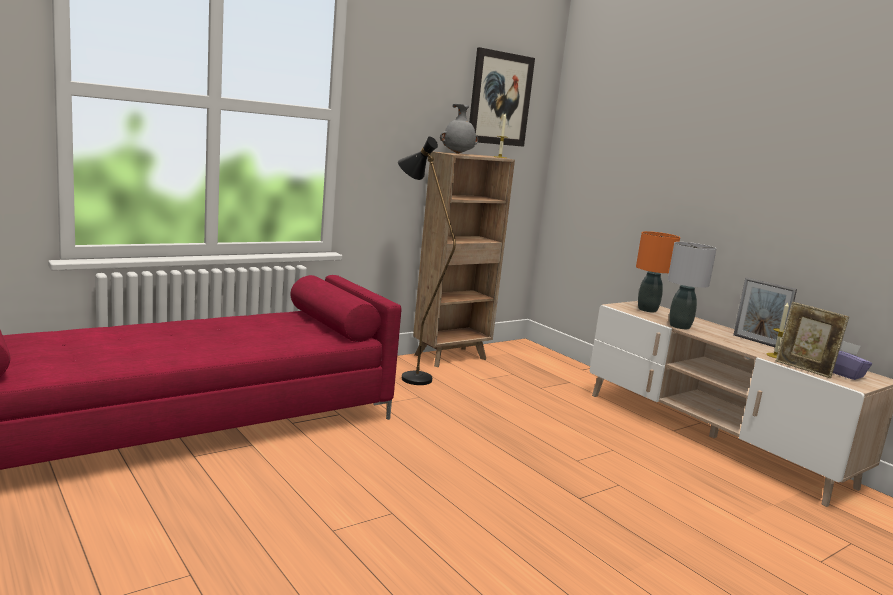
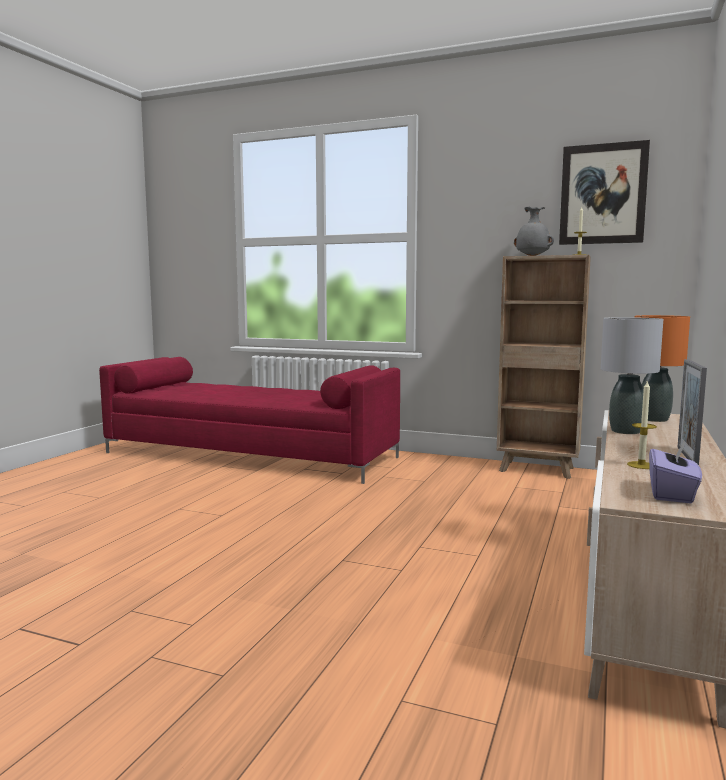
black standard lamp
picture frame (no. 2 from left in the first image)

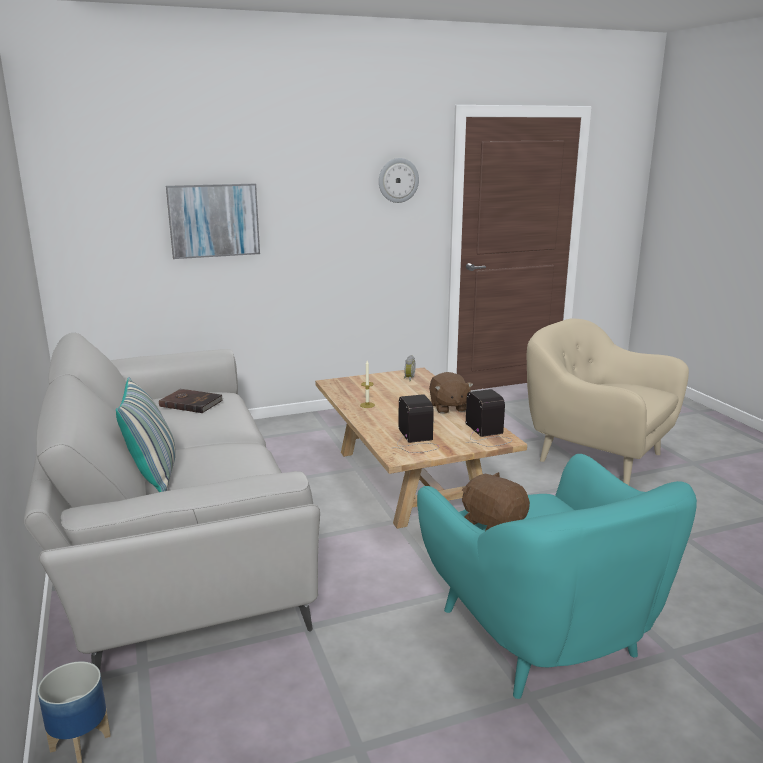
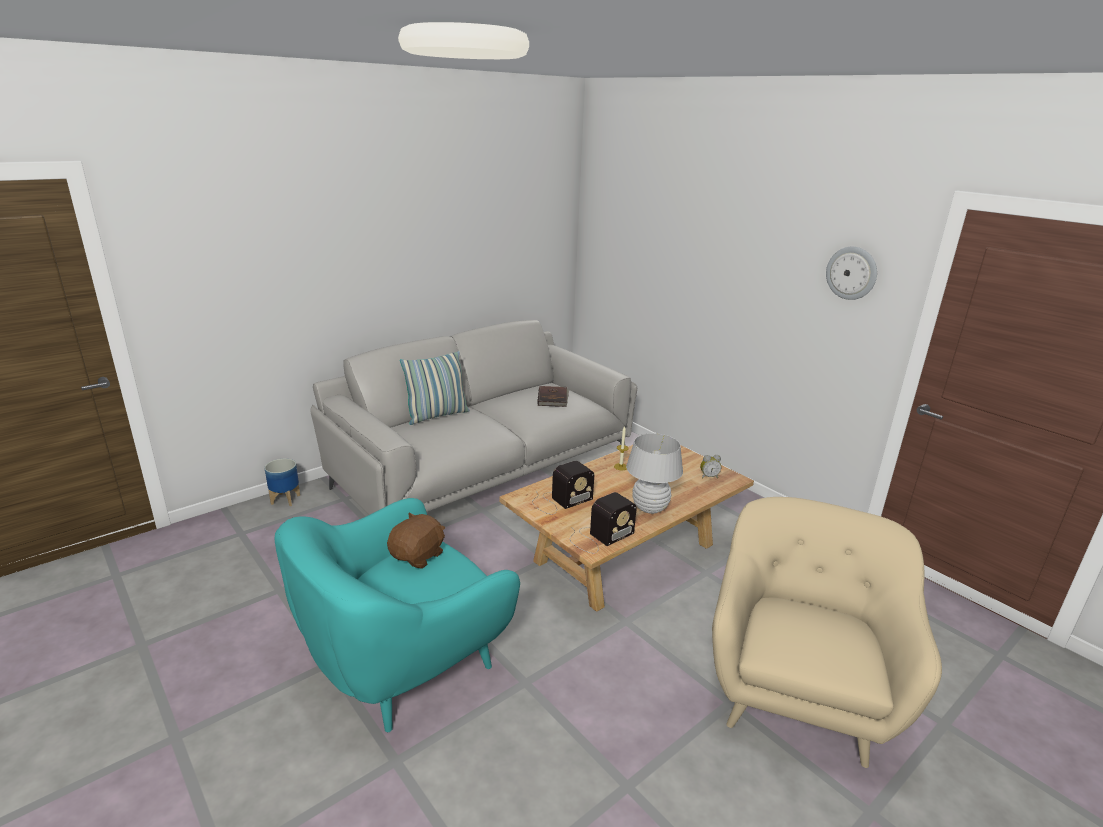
wall picture
whitish lamp for a table

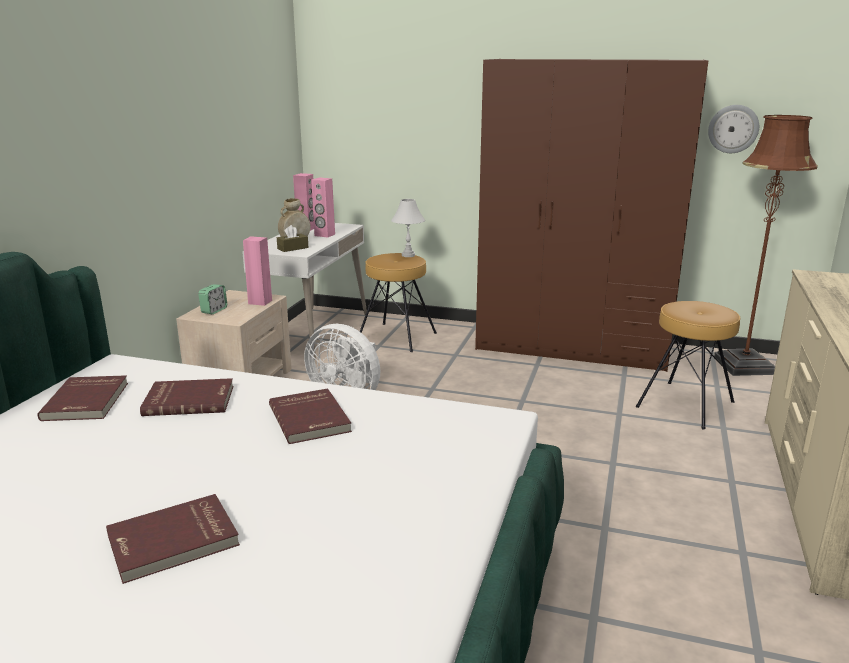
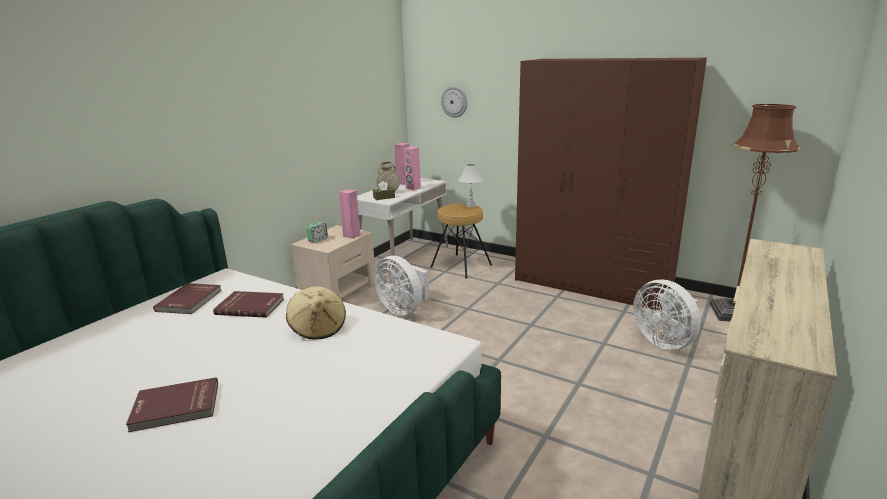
sand-coloured wearable hat
whitish electric fan (no. 2 from left)
hanging clock

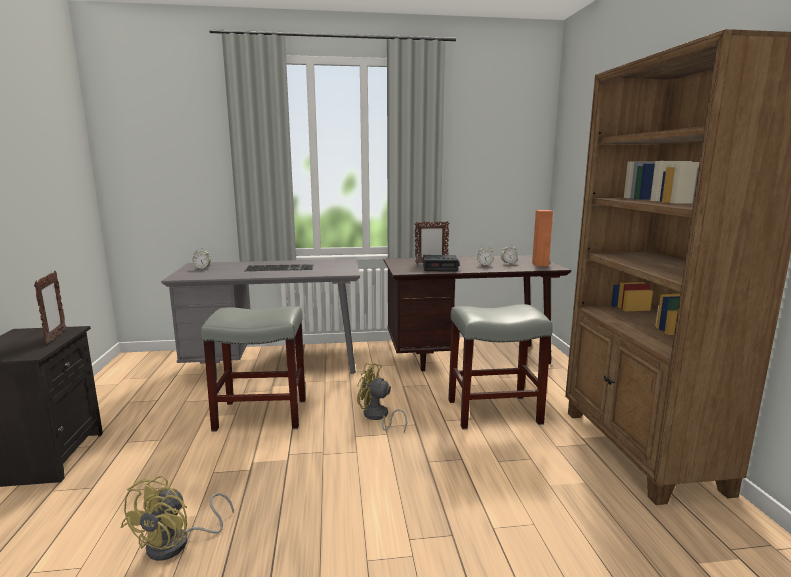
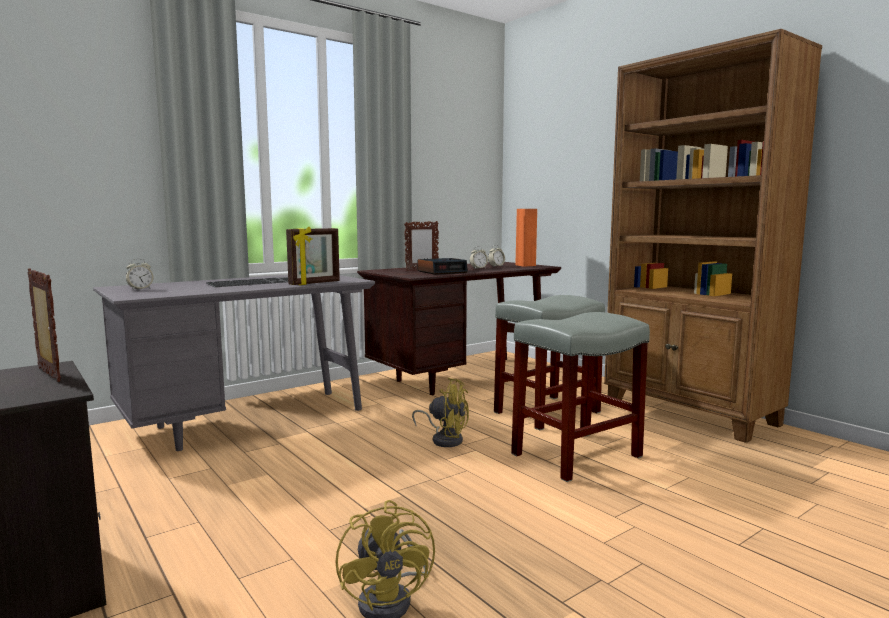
gray stool seat (no. 2 from left)
yellowish electric fan (no. 2 from left)
picture frame (no. 2 from left)

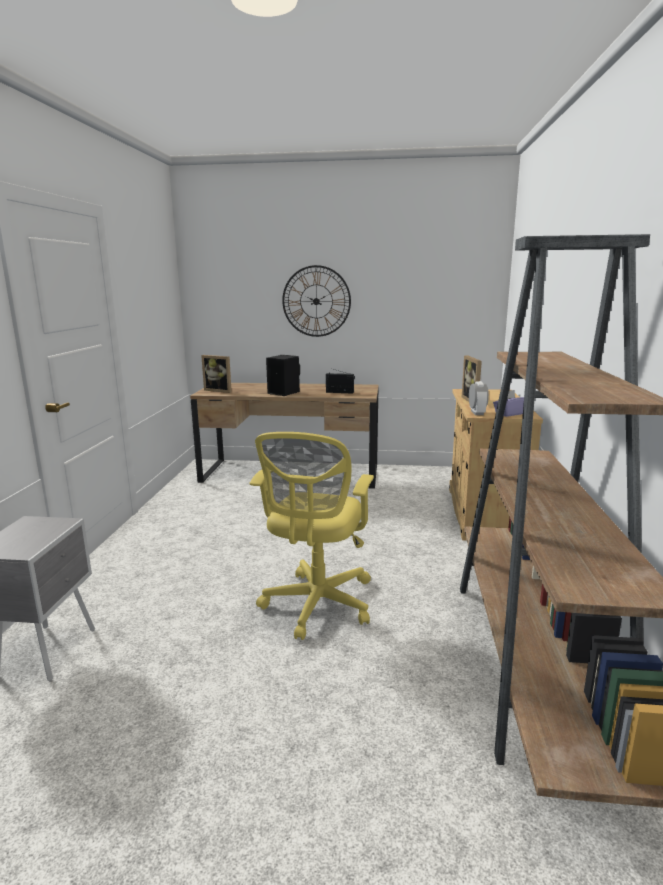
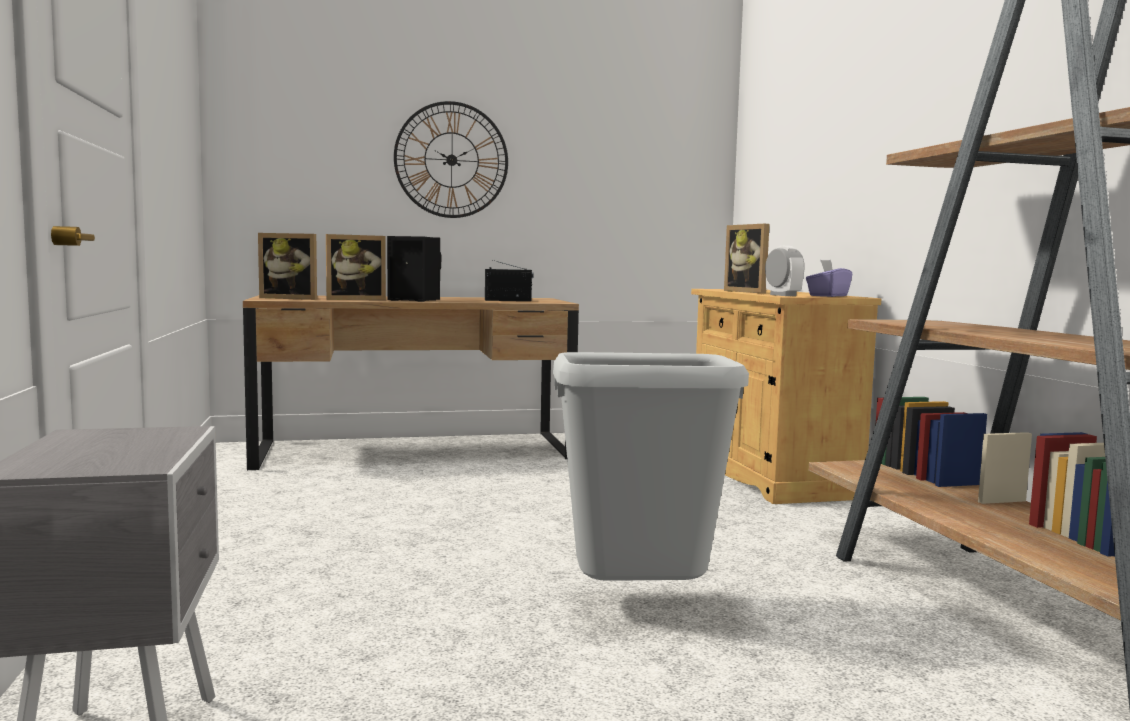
gray waste bin
picture frame (no. 2 from left)

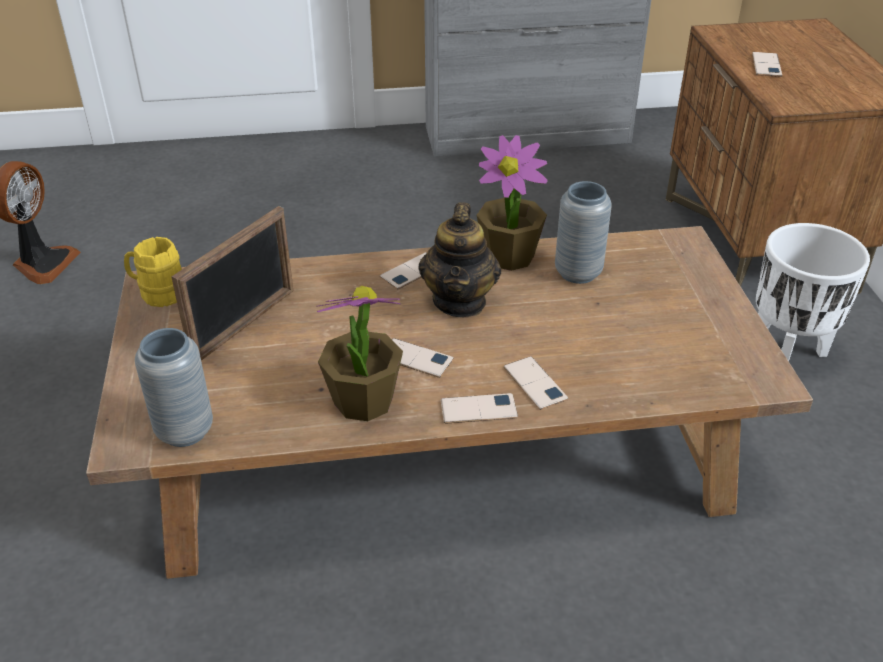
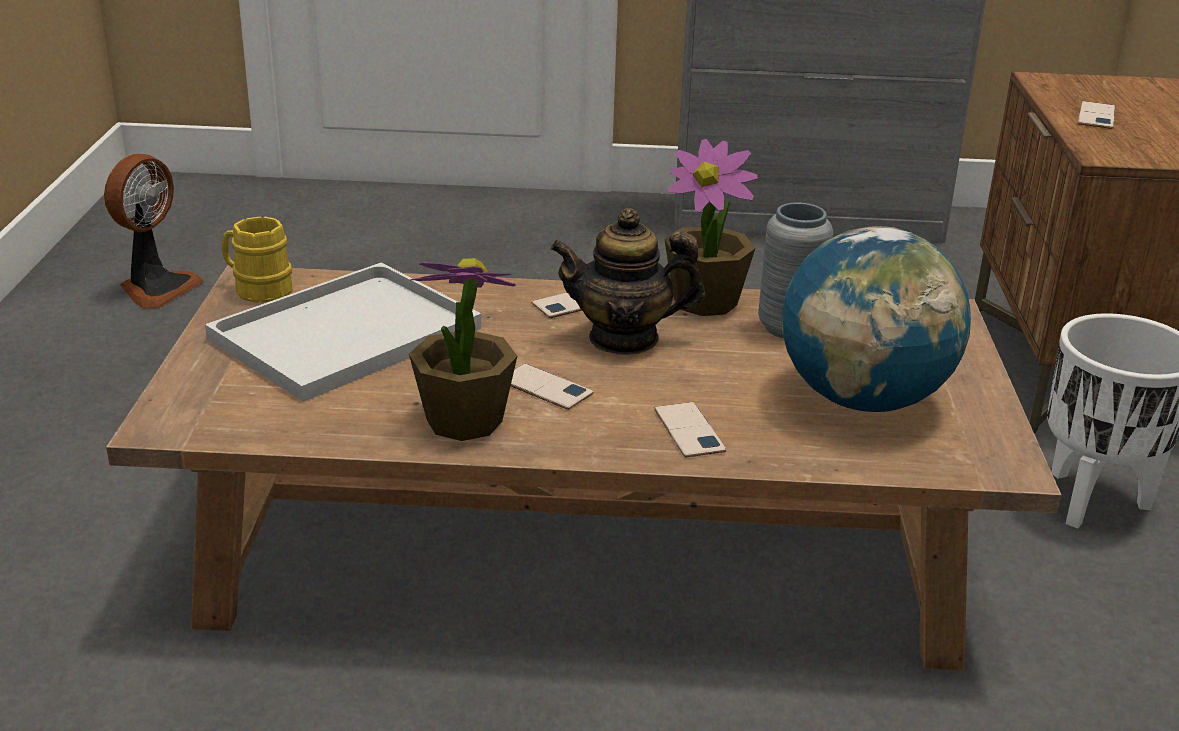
gray flower vase (no. 1 from left in the first image)
whitish carrying tray
tea pot
telephone (no. 3 from left in the first image)
globe

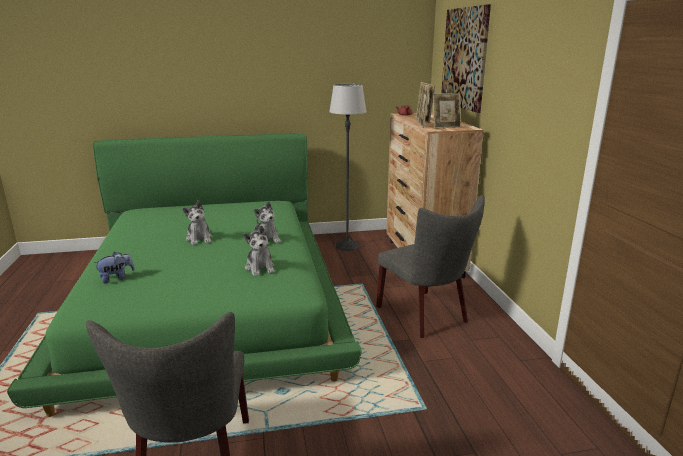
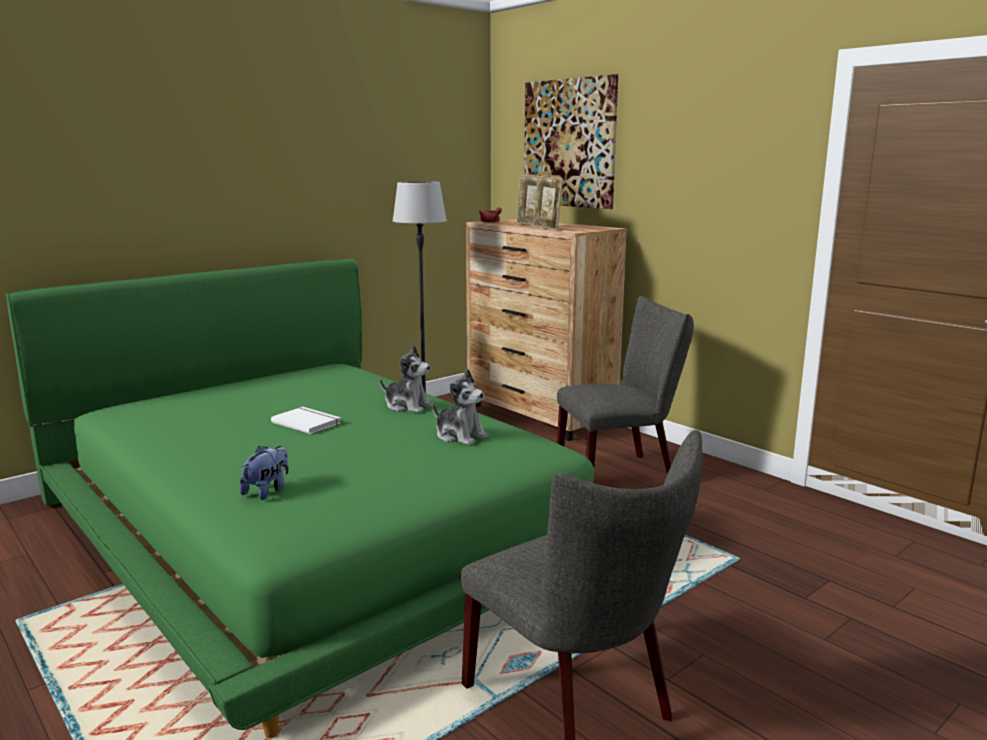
whitish book
gray chair (no. 2 from left)
picture frame (no. 3 from left in the first image)

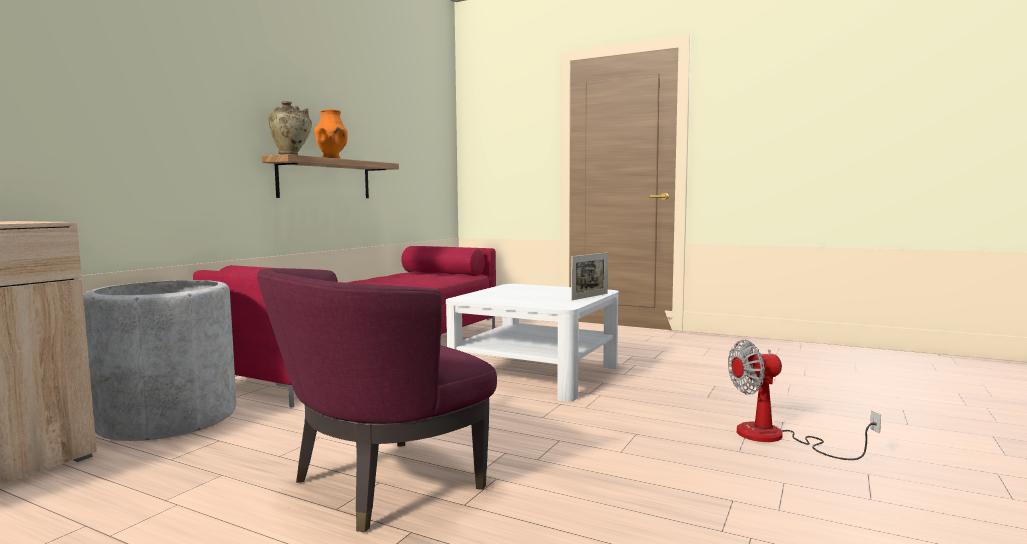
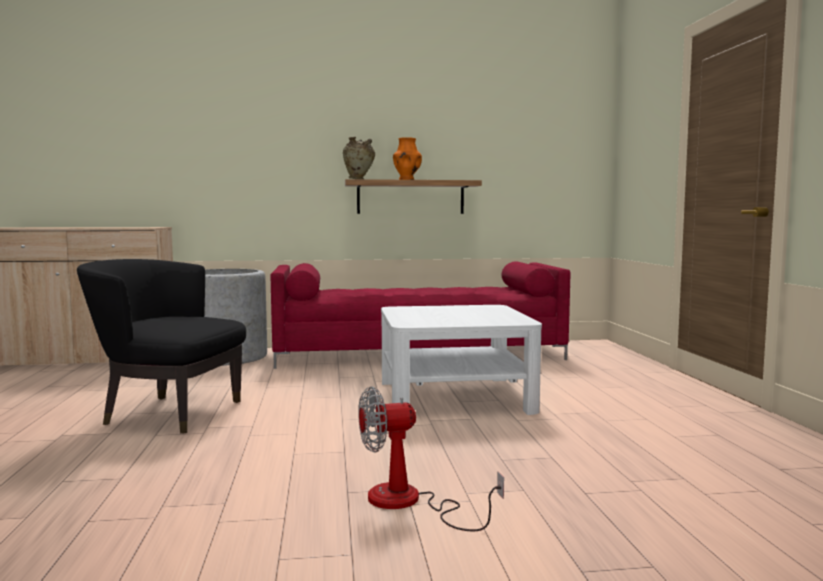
black armchair
picture frame
electric fan

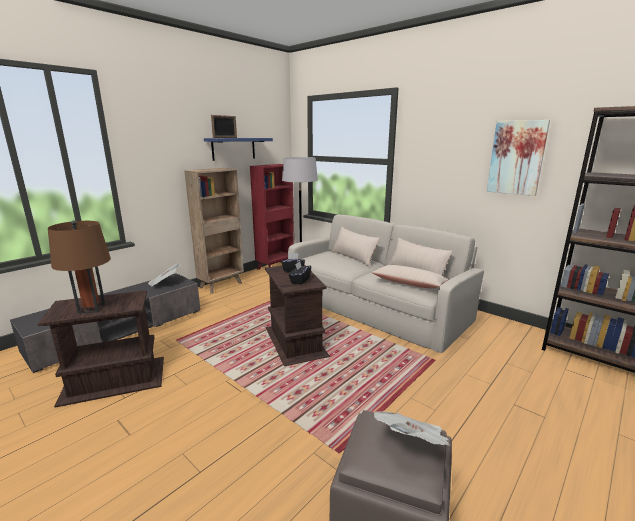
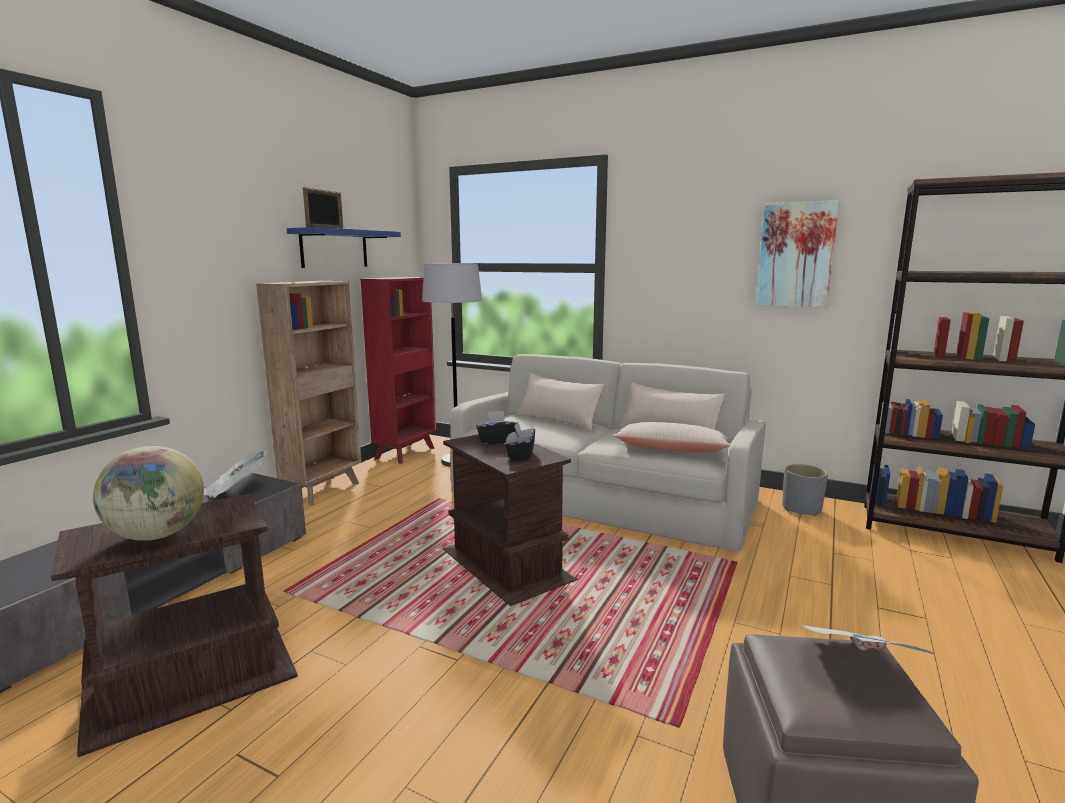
globe
gray flower pot

